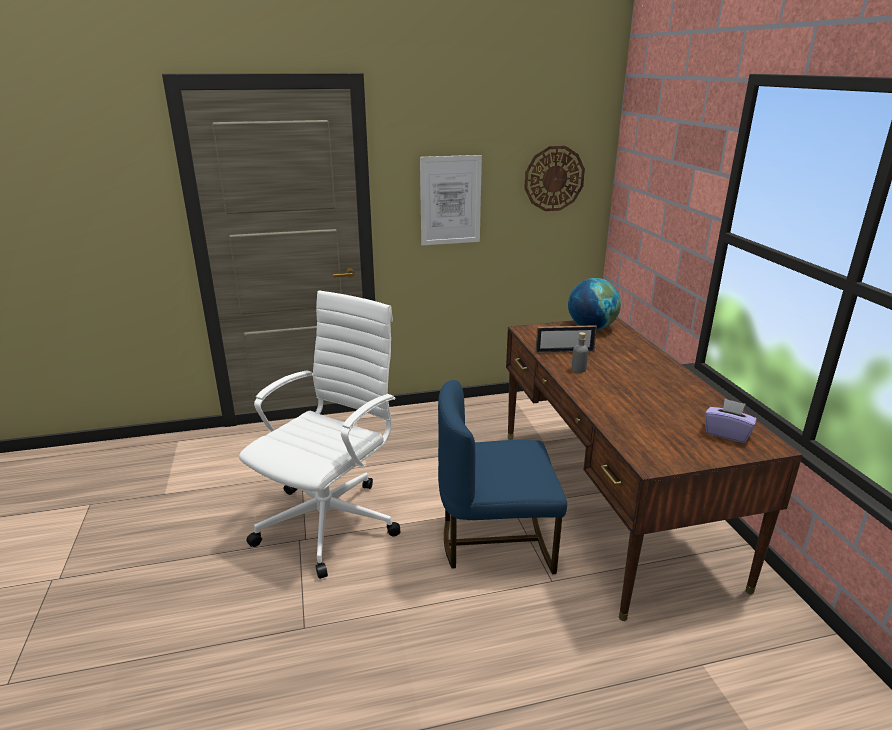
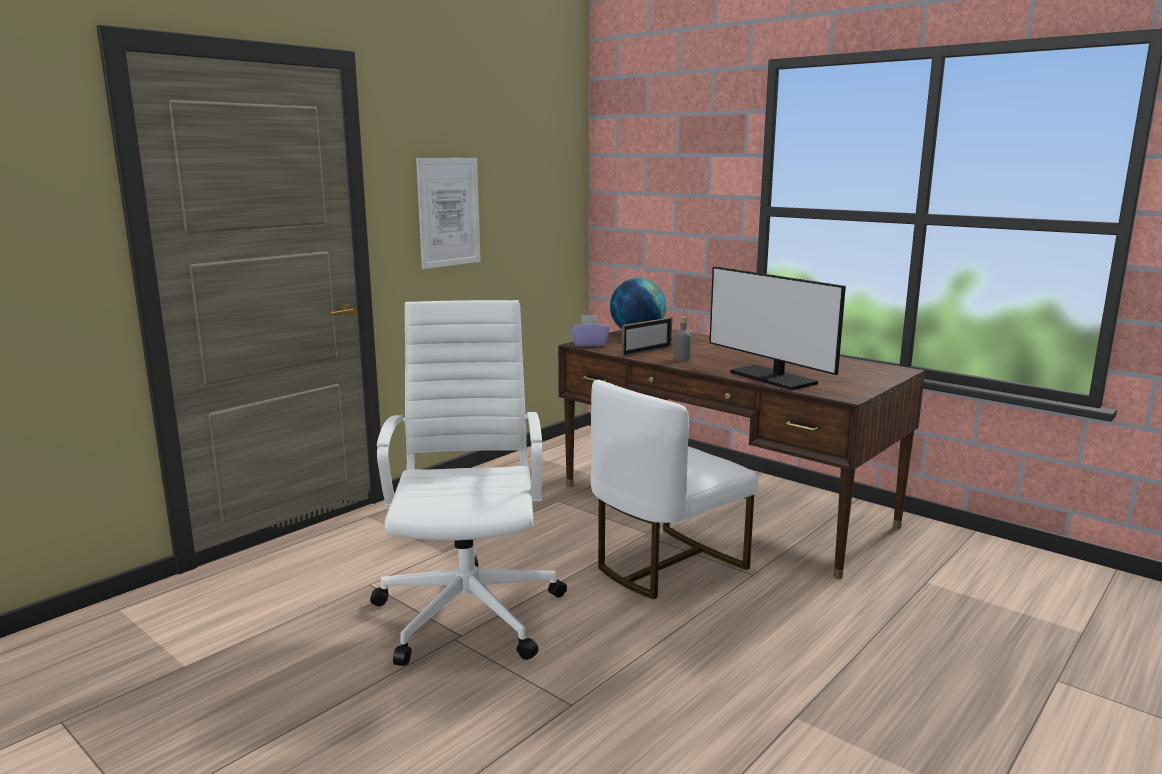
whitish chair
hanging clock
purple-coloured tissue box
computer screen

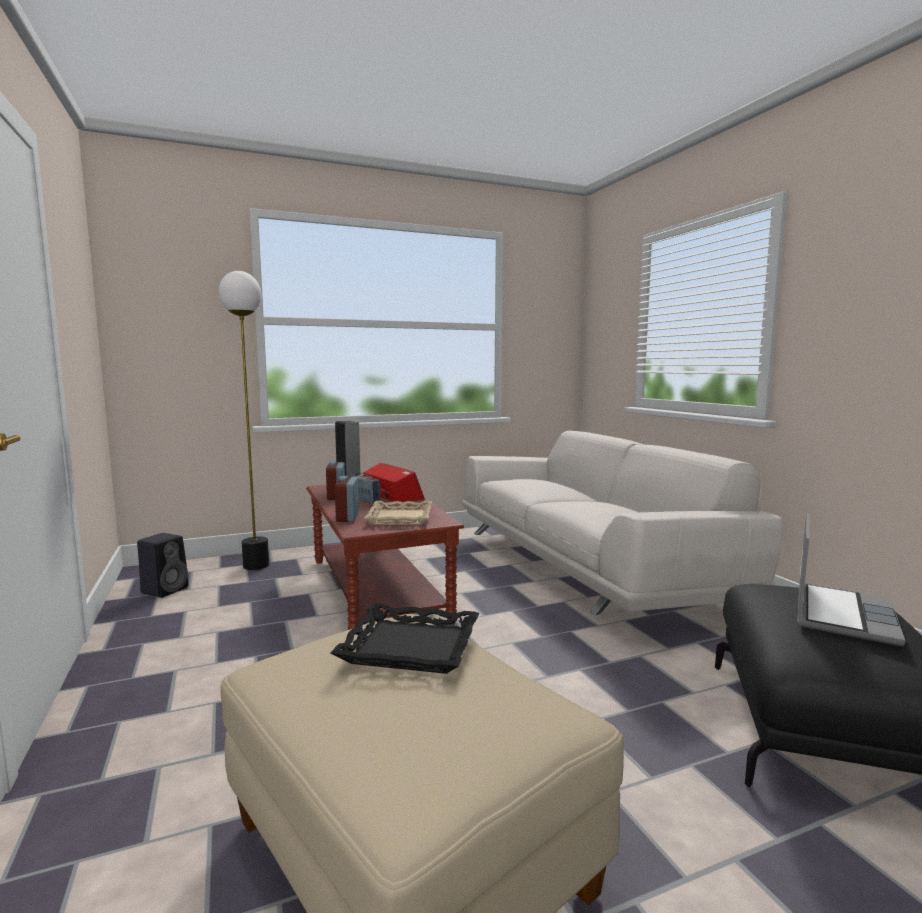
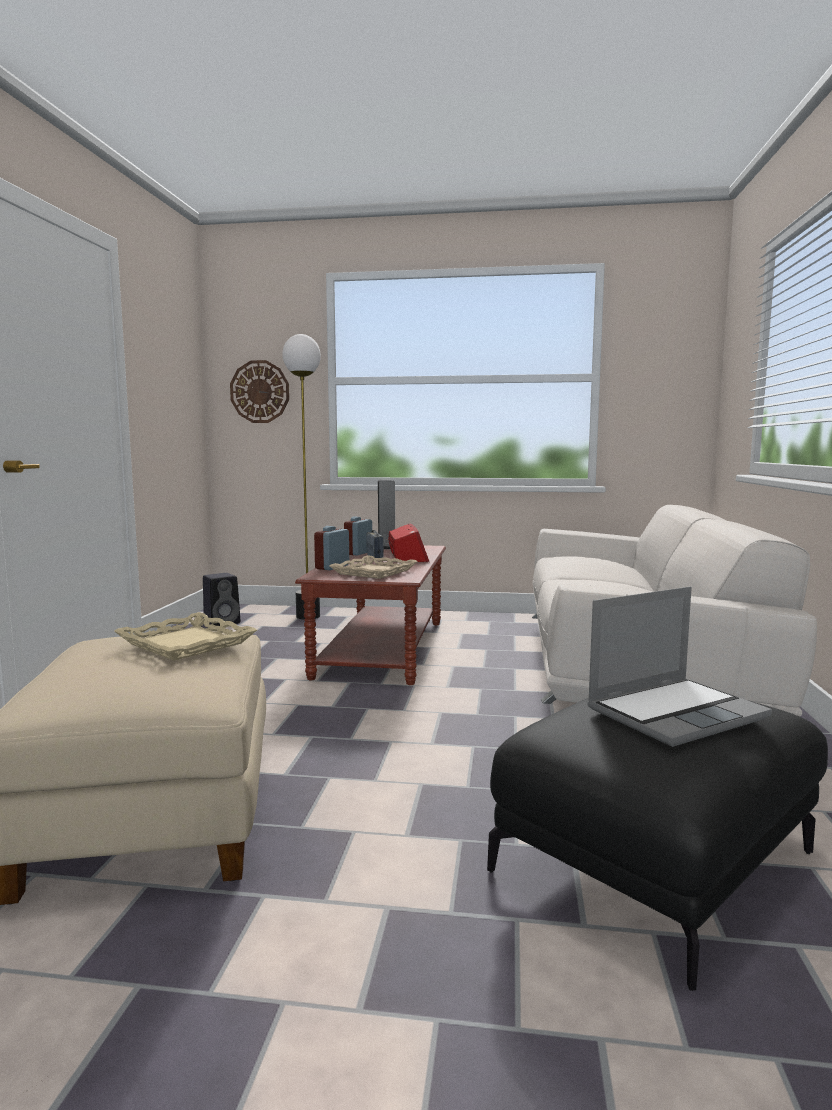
sand-coloured carrying tray (no. 1 from left)
hanging clock

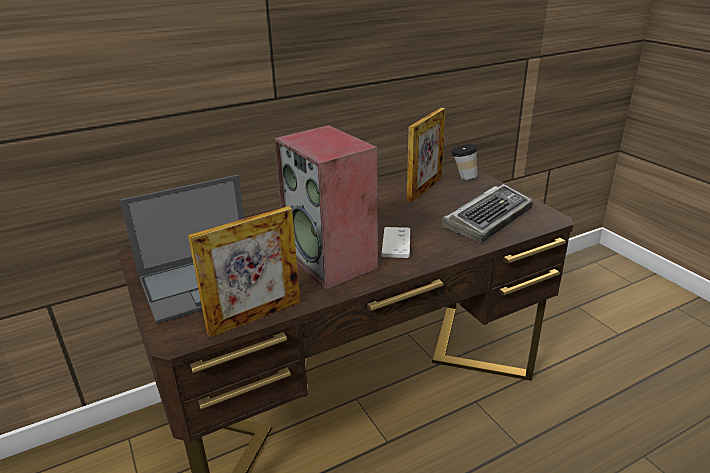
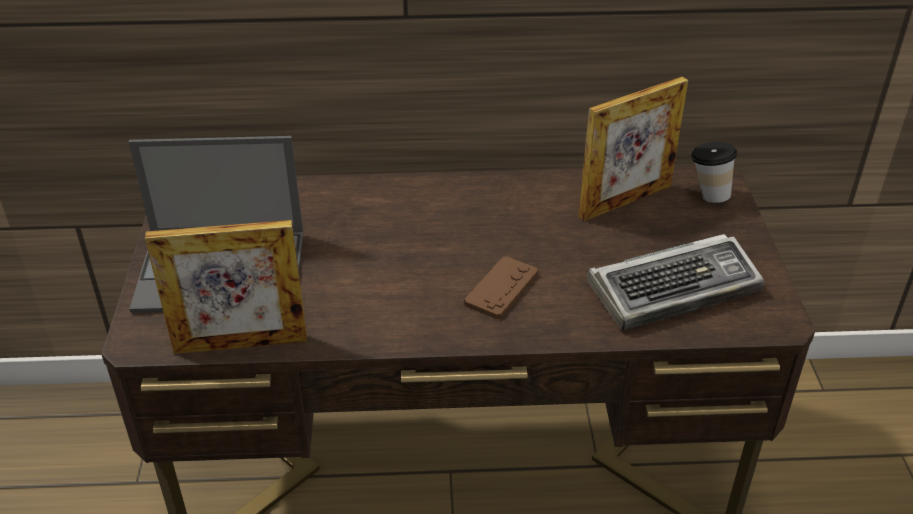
loudspeaker
brownish game controller

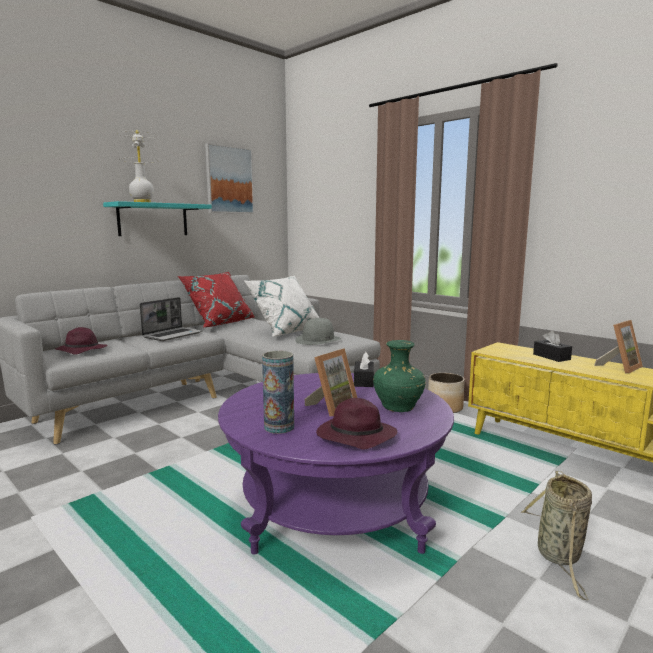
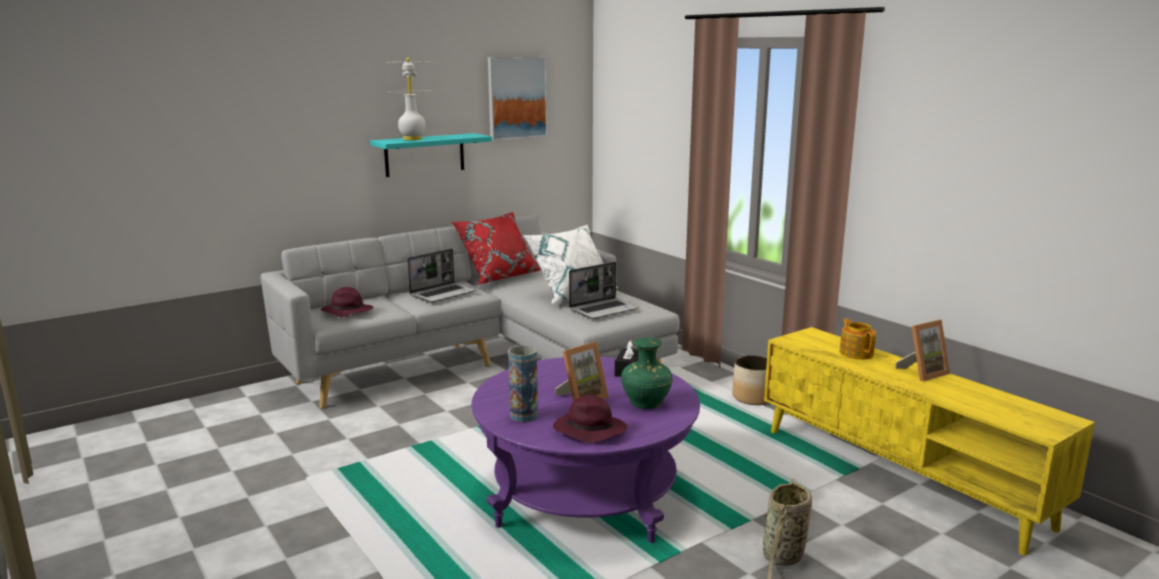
notebook computer (no. 2 from left)
tea pot

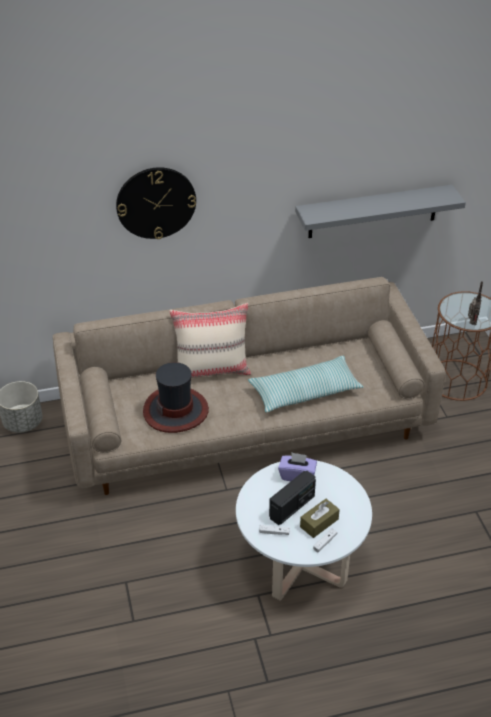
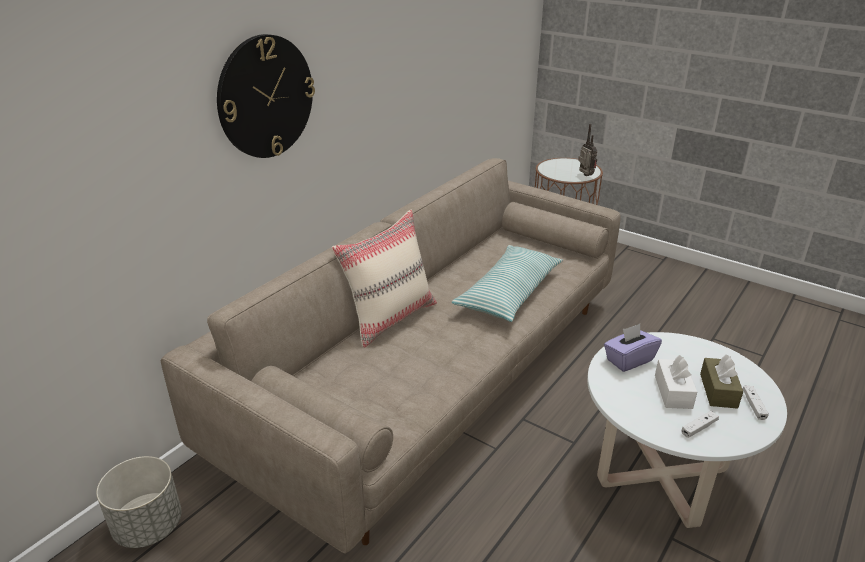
wearable hat
whitish tissue box
gray bracket shelf

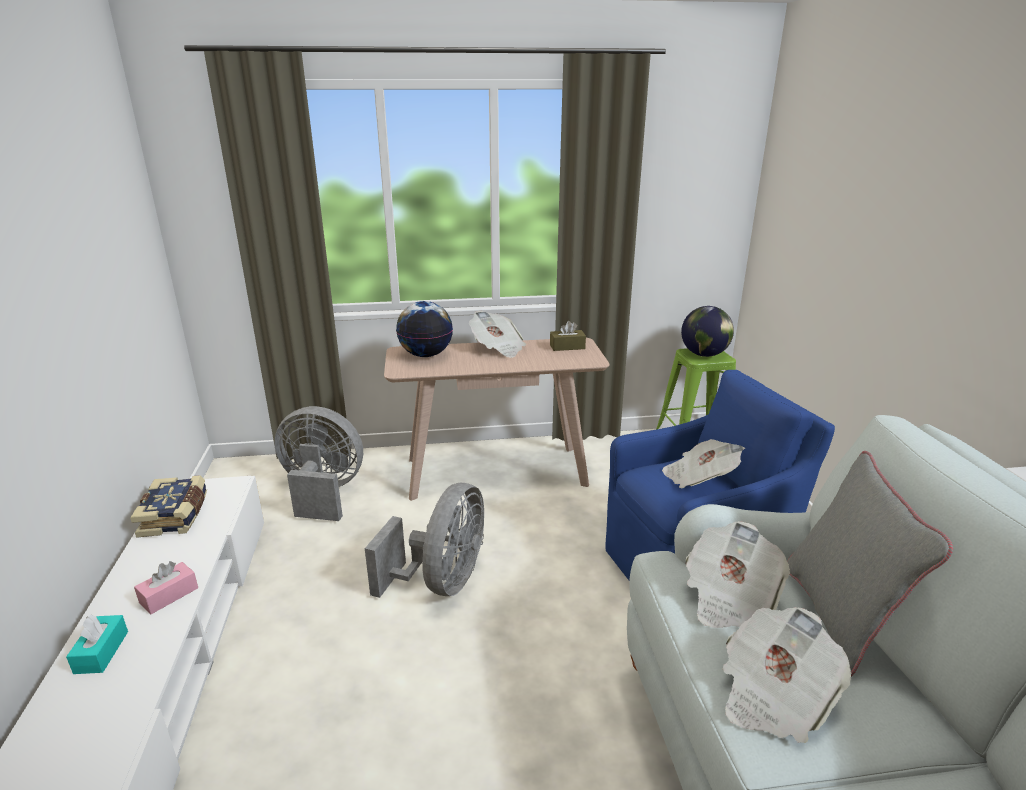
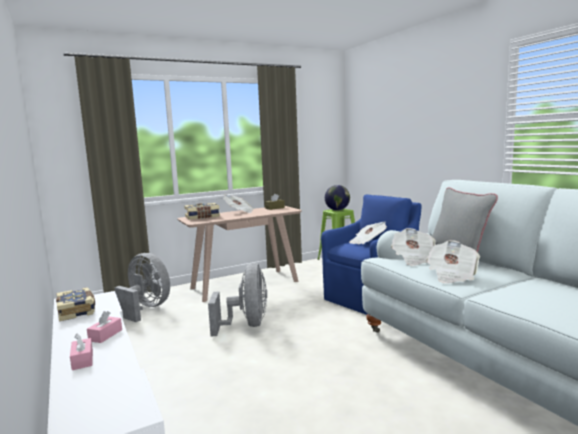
pink tissue box (no. 1 from left)
gray electric fan (no. 1 from left)
book (no. 2 from left)

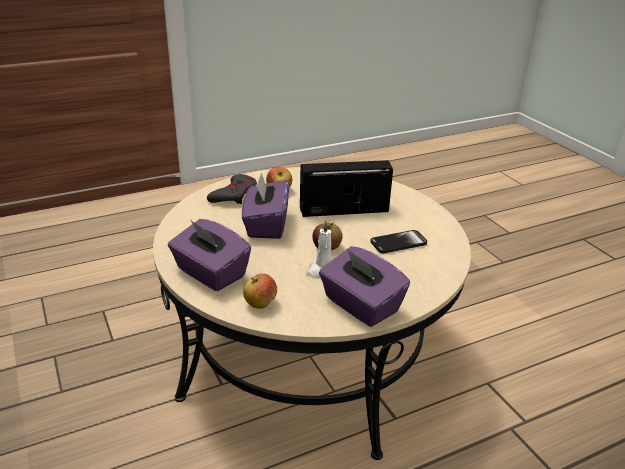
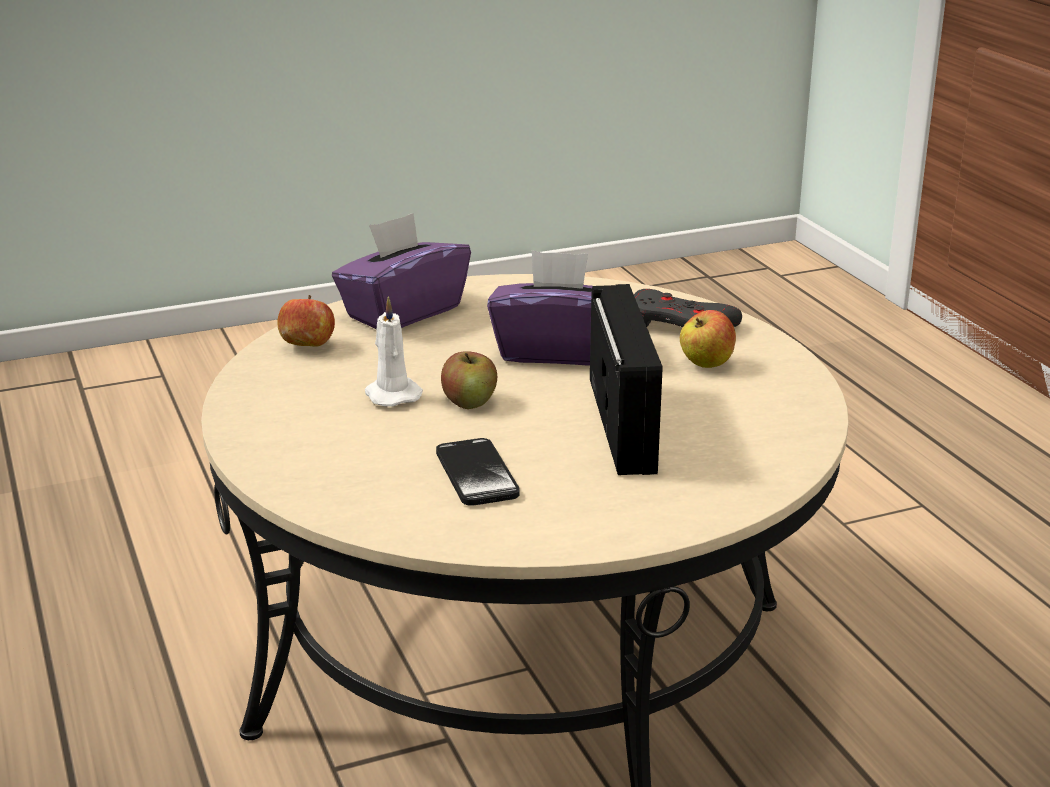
purple-coloured tissue box (no. 3 from left in the first image)

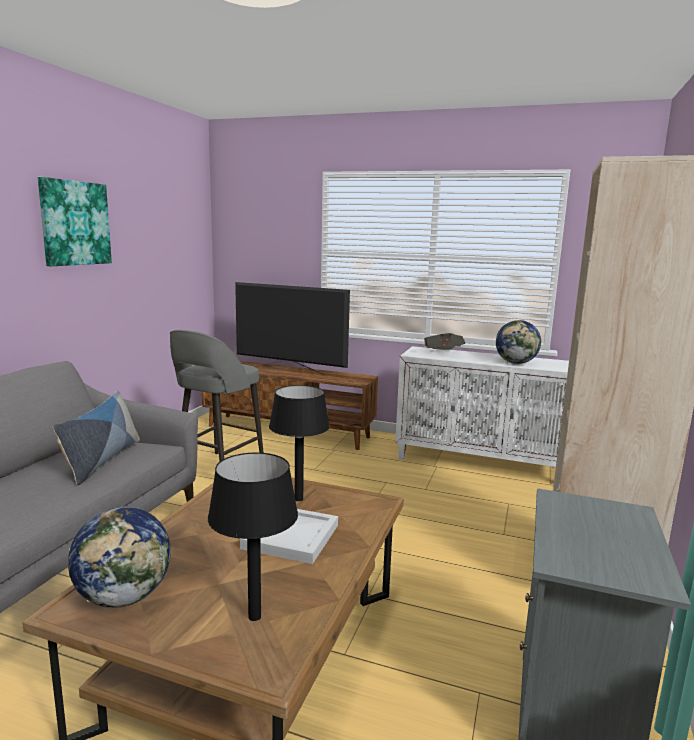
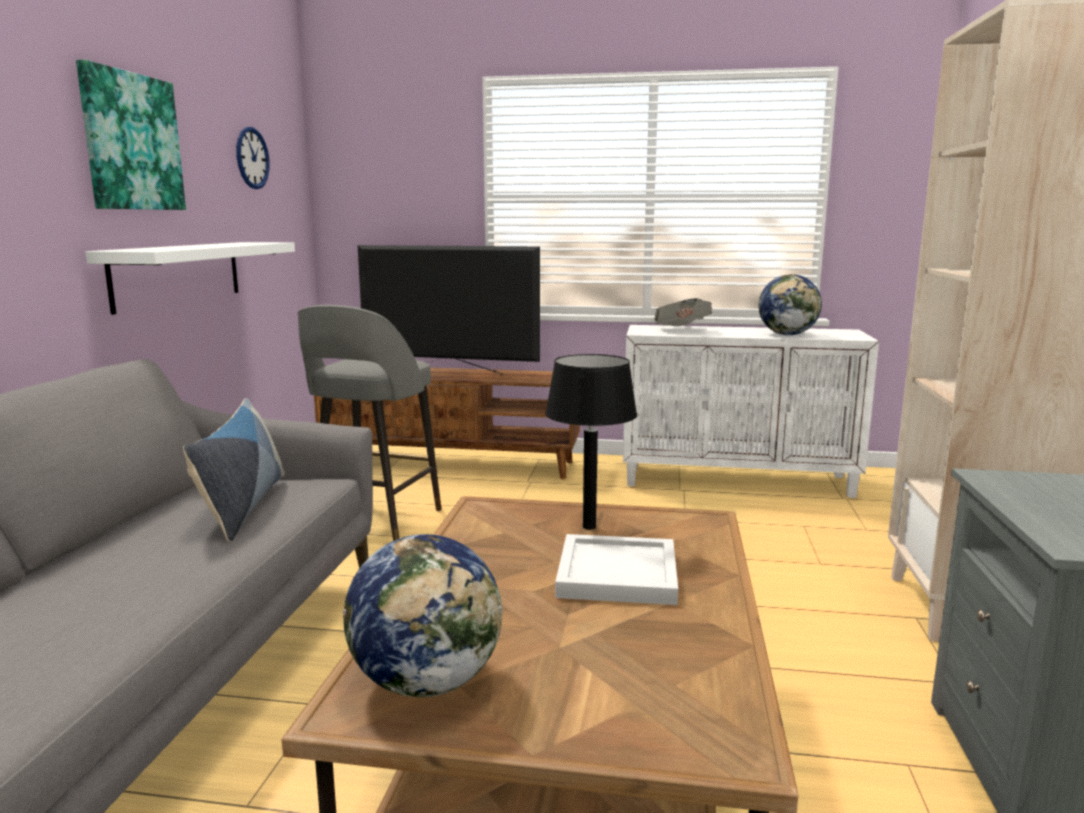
black lamp for a table (no. 1 from left in the first image)
whitish bracket shelf
hanging clock

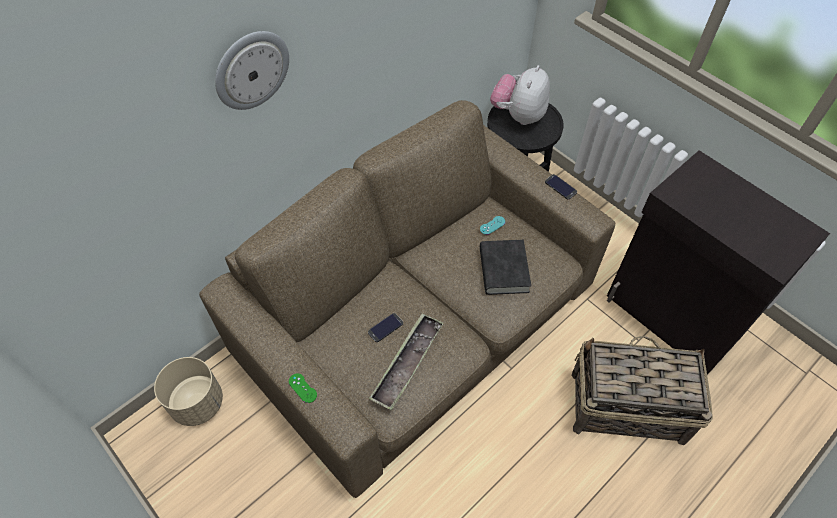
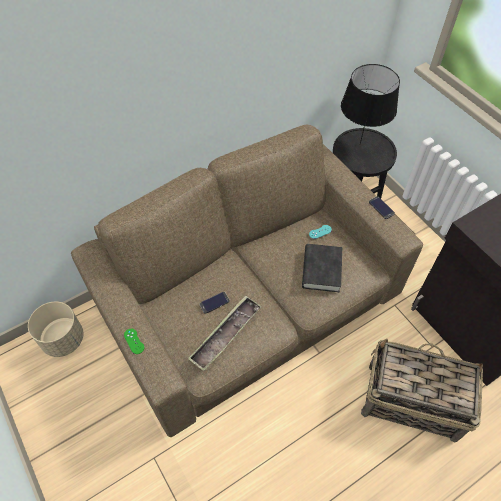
hanging clock
black lamp for a table

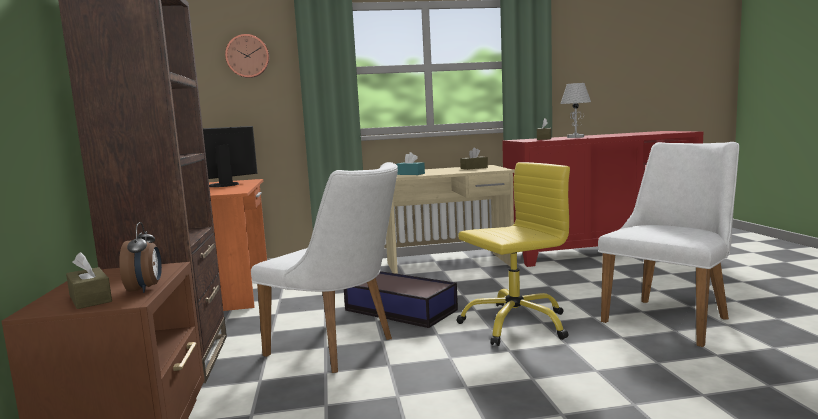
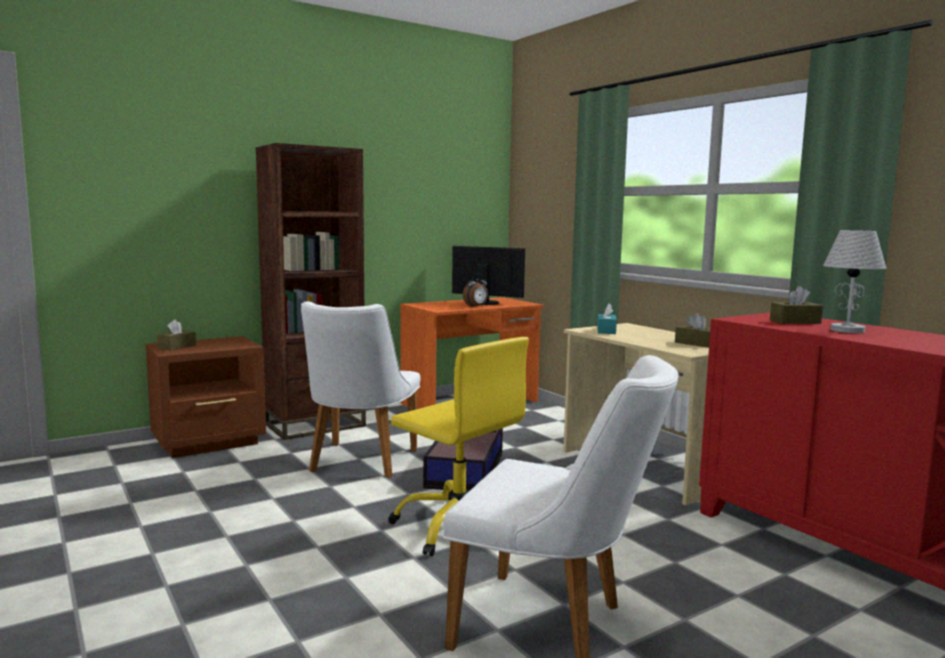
table clock
hanging clock

